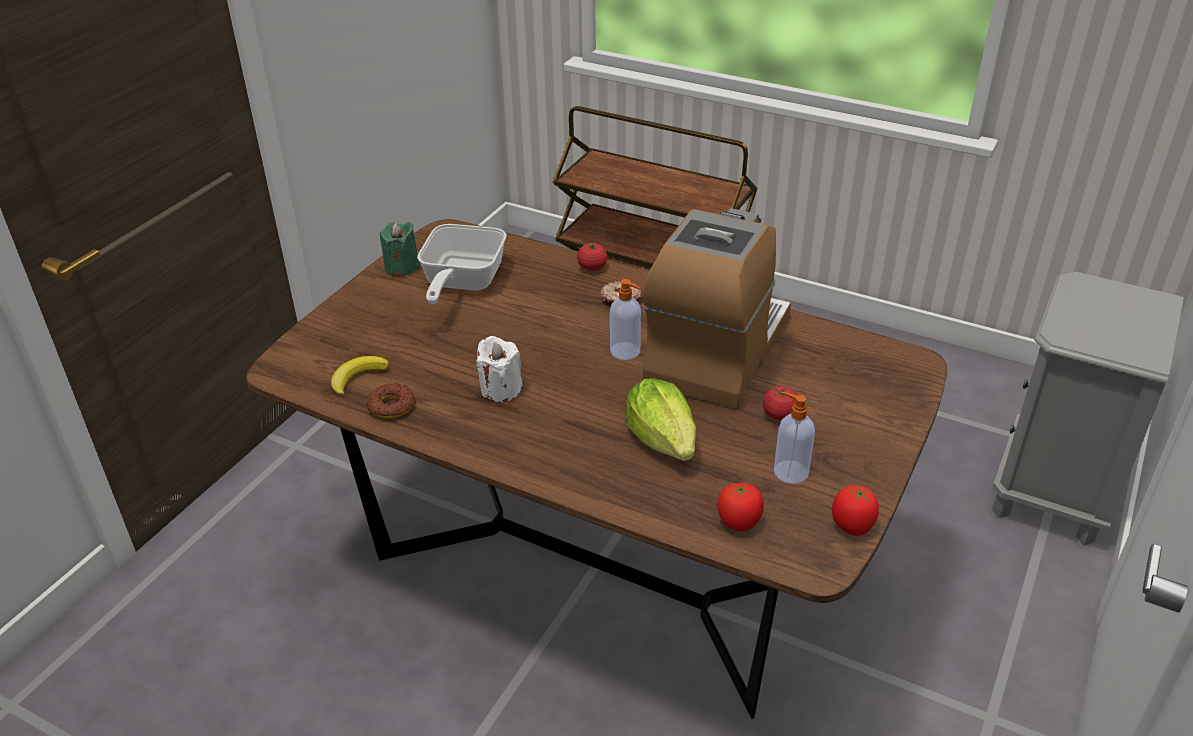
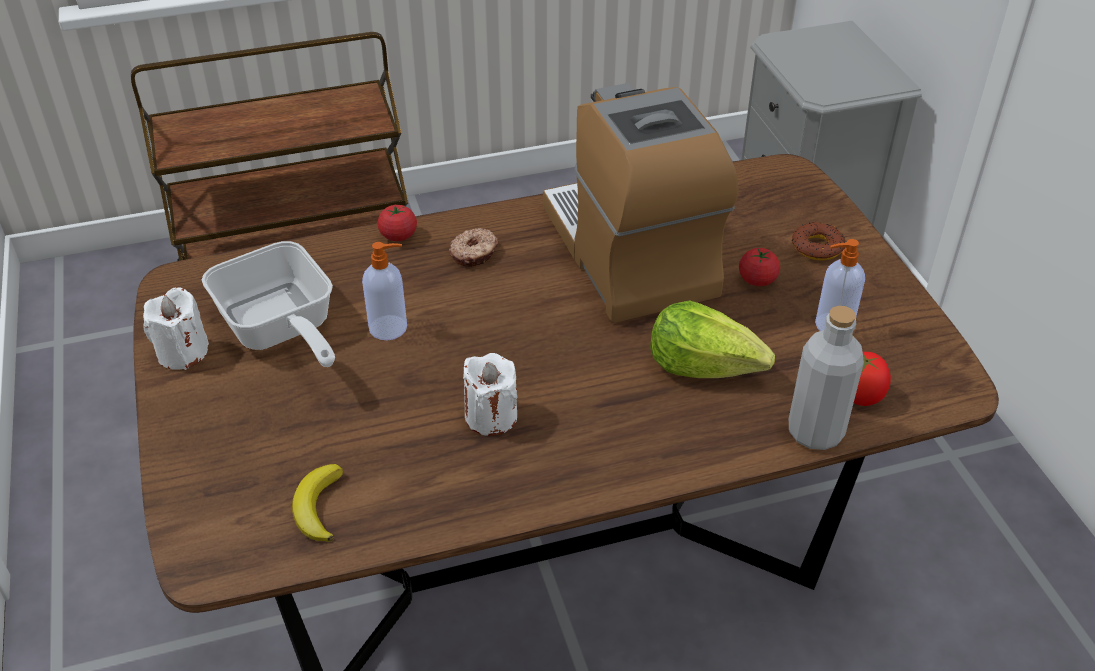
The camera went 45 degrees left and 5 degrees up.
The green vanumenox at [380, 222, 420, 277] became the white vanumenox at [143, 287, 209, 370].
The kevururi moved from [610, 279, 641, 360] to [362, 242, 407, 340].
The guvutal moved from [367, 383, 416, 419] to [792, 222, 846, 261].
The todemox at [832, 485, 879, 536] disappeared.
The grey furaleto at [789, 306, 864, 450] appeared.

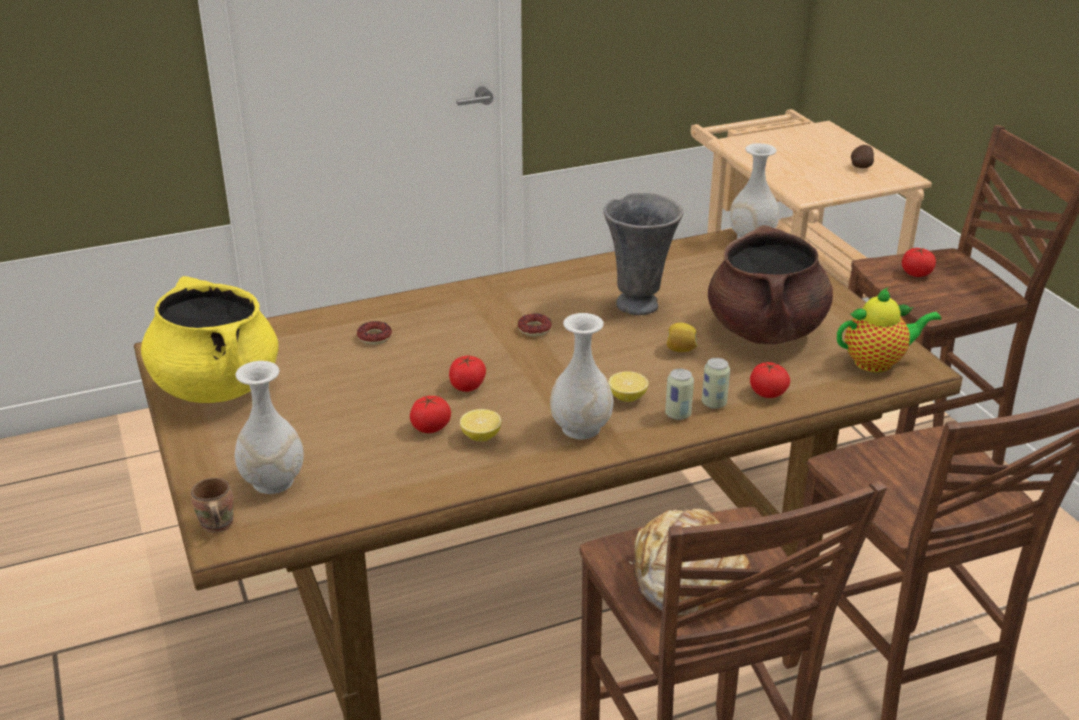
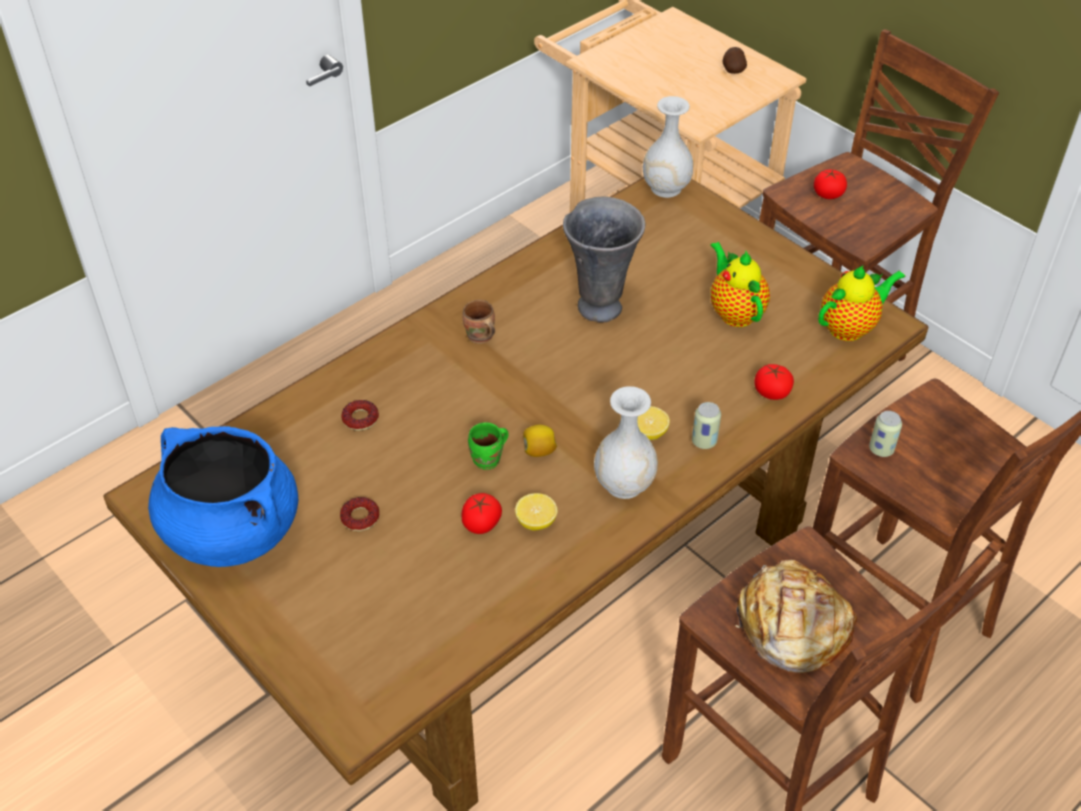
The camera went 20 degrees left and 15 degrees up.
The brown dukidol at [708, 225, 833, 344] was replaced by the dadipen at [711, 242, 770, 327].
The yellow dukidol at [141, 276, 279, 403] became the blue dukidol at [148, 426, 298, 567].
The guvutal moved from [518, 313, 552, 337] to [340, 497, 380, 531].
The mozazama moved from [666, 323, 698, 352] to [523, 425, 557, 457].
The todemox at [449, 356, 486, 392] was replaced by the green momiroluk at [468, 422, 509, 470].
The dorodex moved from [702, 358, 730, 409] to [869, 411, 902, 457].
The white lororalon at [235, 361, 304, 494] disappeared.
The brown momiroluk moved from [191, 478, 234, 533] to [462, 300, 495, 344].

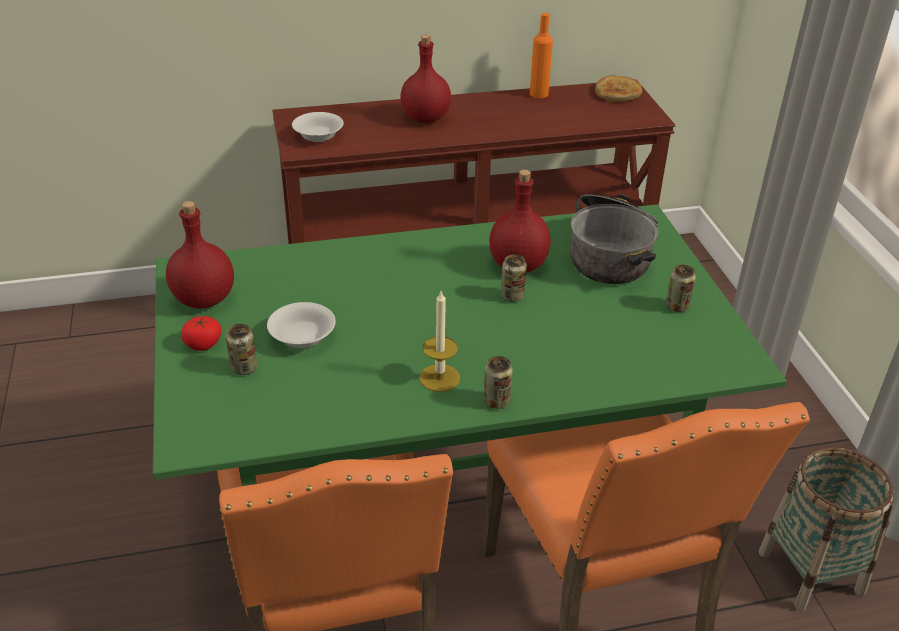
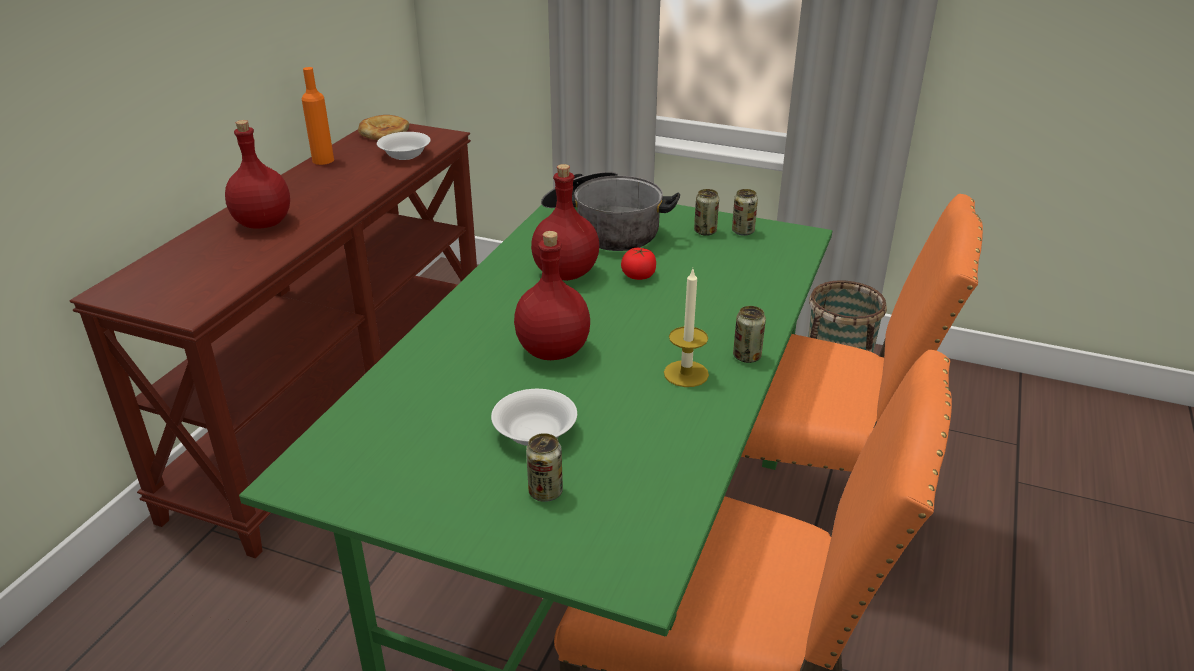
The camera went 55 degrees left and 5 degrees down.
The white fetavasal moved from [292, 112, 344, 142] to [377, 132, 431, 160].
The red furaleto moved from [166, 201, 234, 309] to [514, 231, 590, 360].
The dorodex moved from [501, 255, 527, 302] to [732, 189, 758, 236].
The todemox moved from [181, 316, 221, 351] to [621, 247, 656, 280].

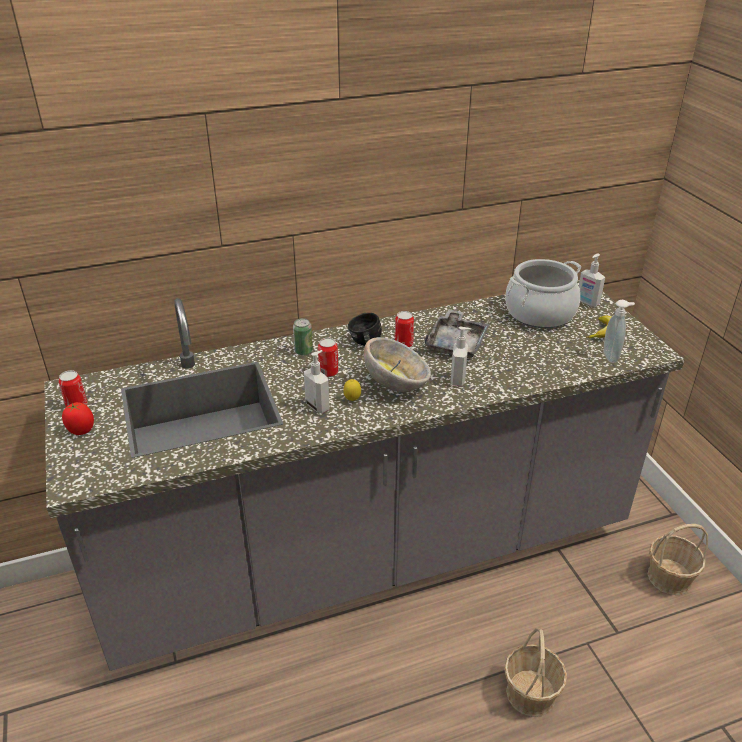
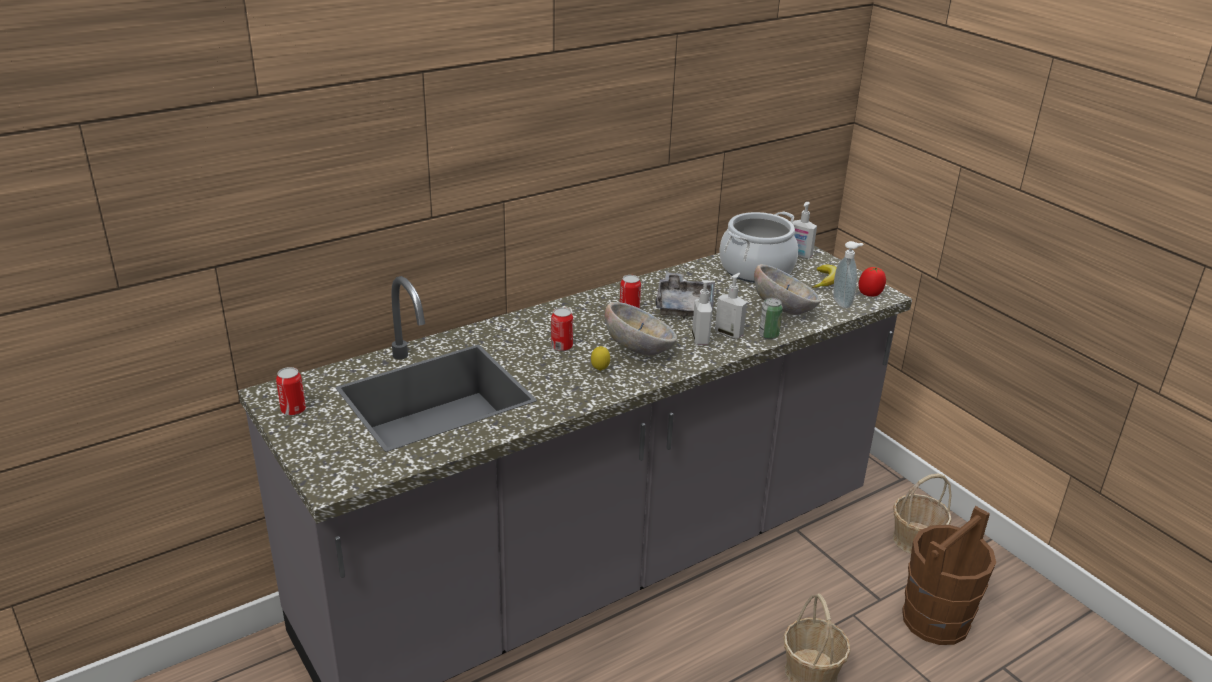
The camera went 15 degrees left and 5 degrees down.
The black momiroluk at [348, 313, 382, 346] disappeared.
The dorodex moved from [293, 318, 313, 356] to [759, 298, 783, 339].
The kevururi moved from [304, 350, 330, 413] to [715, 273, 747, 339].
The todemox moved from [62, 402, 94, 435] to [859, 267, 886, 297].
The fetavasal at [754, 264, 821, 315] appeared.
The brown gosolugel at [902, 506, 996, 645] appeared.

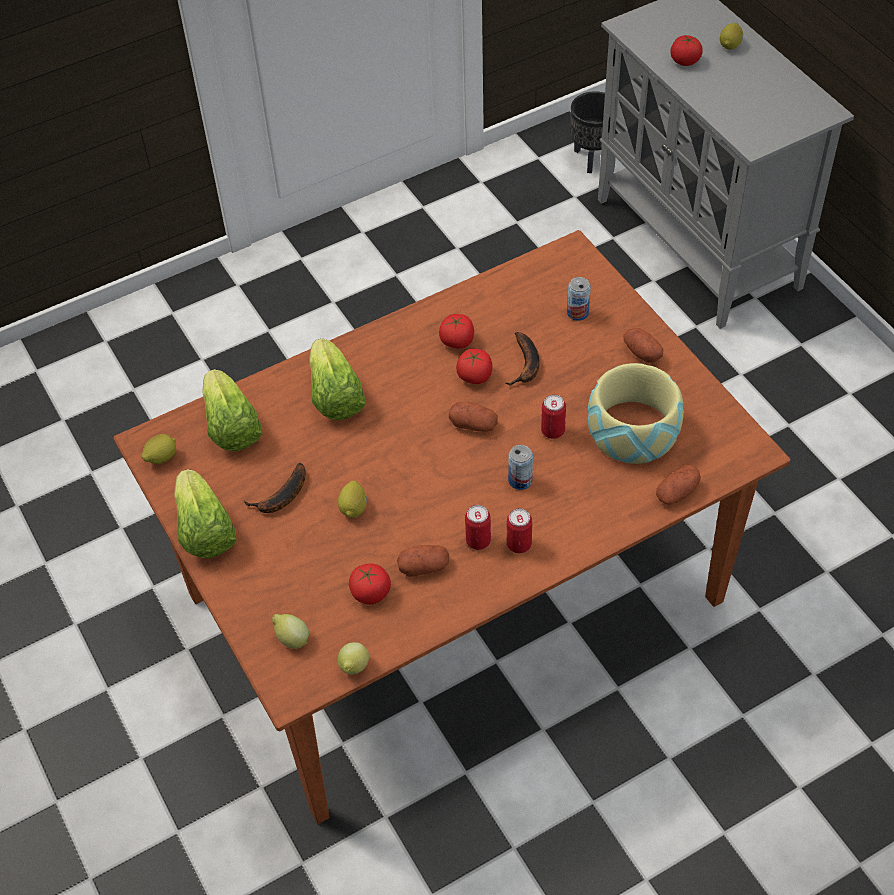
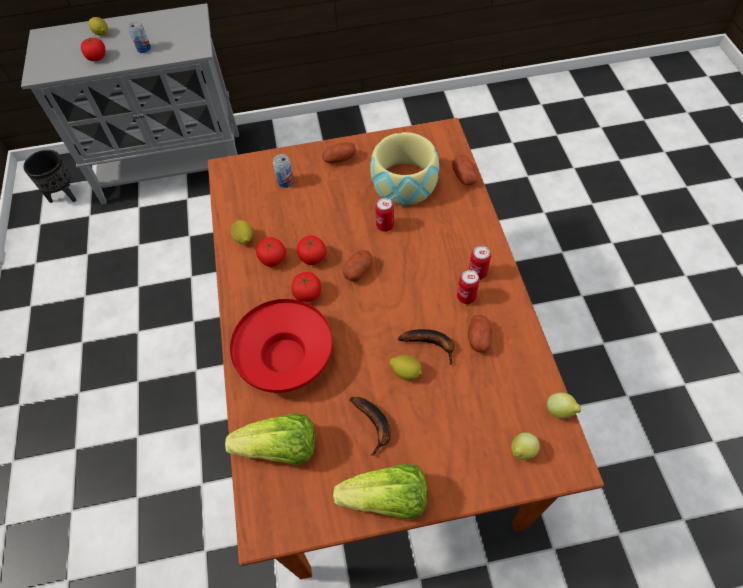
The camera went 70 degrees left and 5 degrees up.
The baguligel moved from [506, 332, 540, 385] to [398, 329, 454, 365].
The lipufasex at [309, 338, 365, 420] was replaced by the red fetavasal at [230, 299, 332, 393].
The mozazama moved from [141, 434, 176, 464] to [231, 220, 253, 244].
The dorodex moved from [508, 445, 533, 490] to [128, 21, 151, 53].
The todemox moved from [349, 564, 391, 605] to [292, 272, 321, 302].

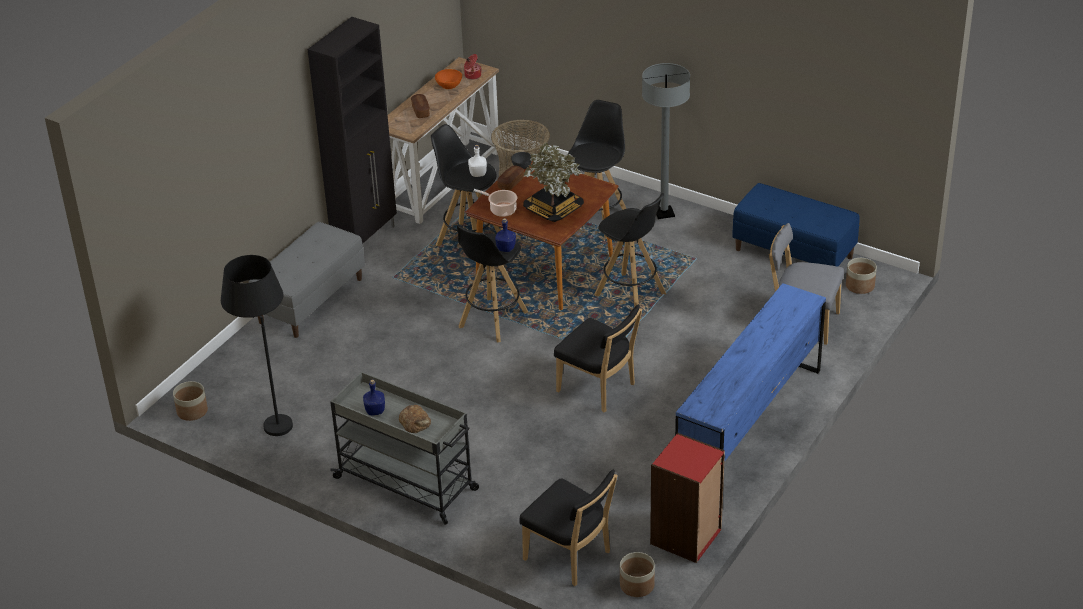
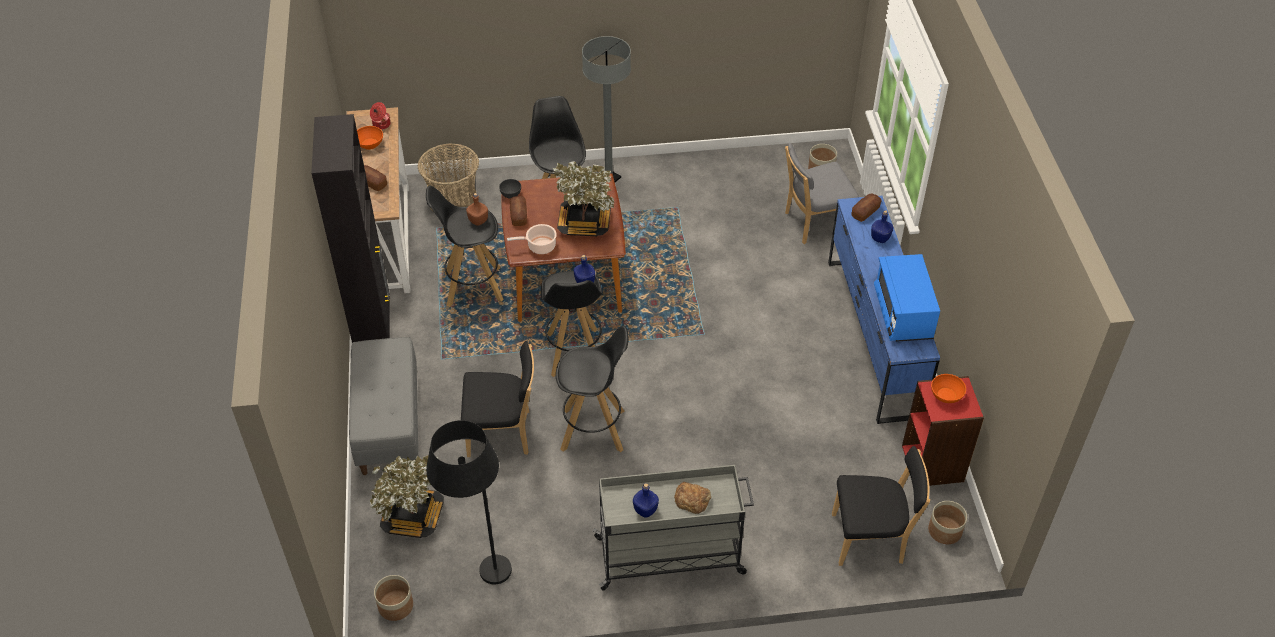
The camera went 40 degrees left and 10 degrees up.
The white furaleto at [468, 145, 487, 177] became the brown furaleto at [466, 193, 488, 226].
The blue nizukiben at [732, 183, 860, 266] disappeared.
The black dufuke moved from [594, 193, 666, 307] to [556, 326, 629, 452].
The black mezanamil moved from [554, 304, 642, 413] to [461, 341, 534, 457].
The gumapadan at [851, 194, 882, 222] appeared.
The blue furaleto at [871, 210, 893, 243] appeared.
The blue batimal at [874, 254, 940, 342] appeared.
The orange fetavasal at [931, 374, 966, 403] appeared.
The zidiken at [370, 455, 444, 538] appeared.

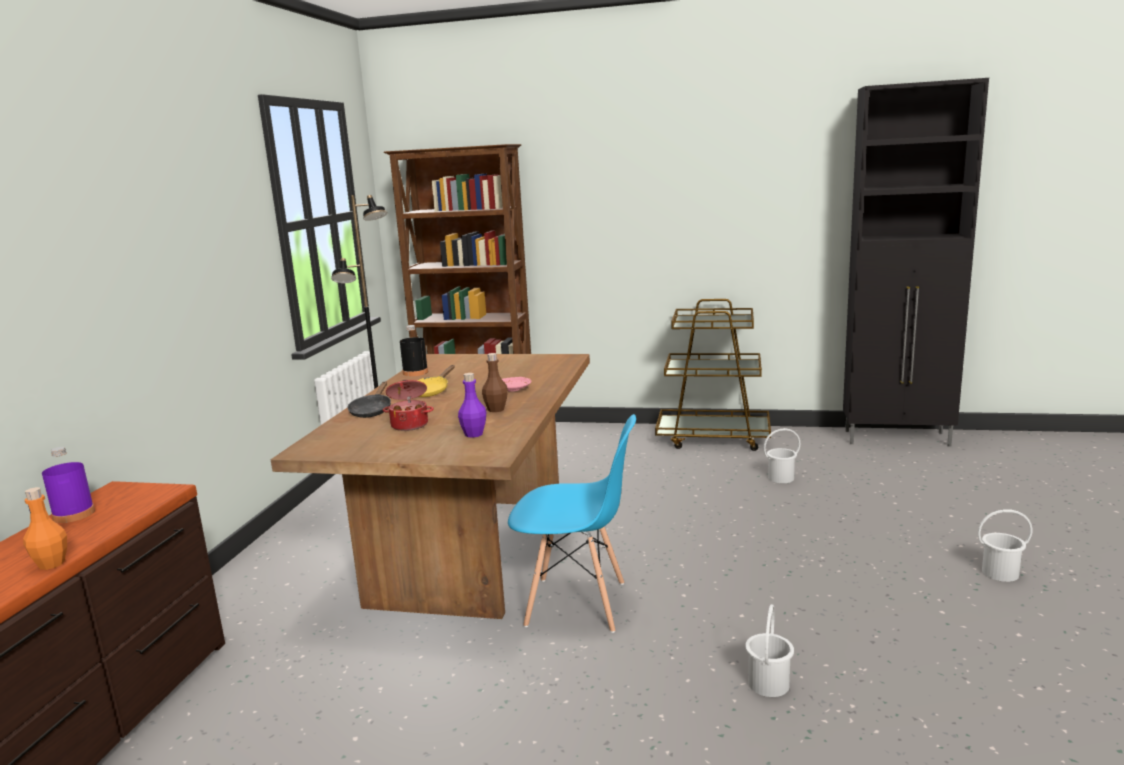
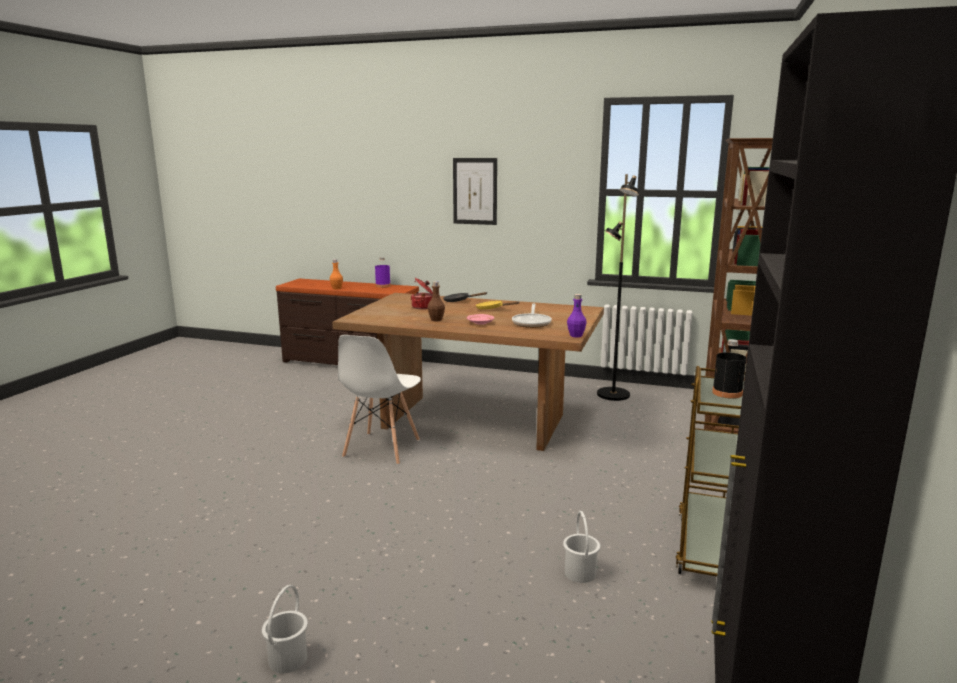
The camera went 95 degrees right and 0 degrees up.
The black furaleto moved from [400, 325, 428, 376] to [712, 339, 746, 399].
The purple furaleto moved from [458, 373, 487, 438] to [567, 294, 587, 337].
The blue mezanamil at [508, 414, 636, 633] became the white mezanamil at [338, 335, 421, 465].
The white gosolugel at [745, 604, 794, 697] disappeared.
The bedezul at [453, 158, 497, 225] appeared.
The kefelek at [512, 304, 552, 328] appeared.

